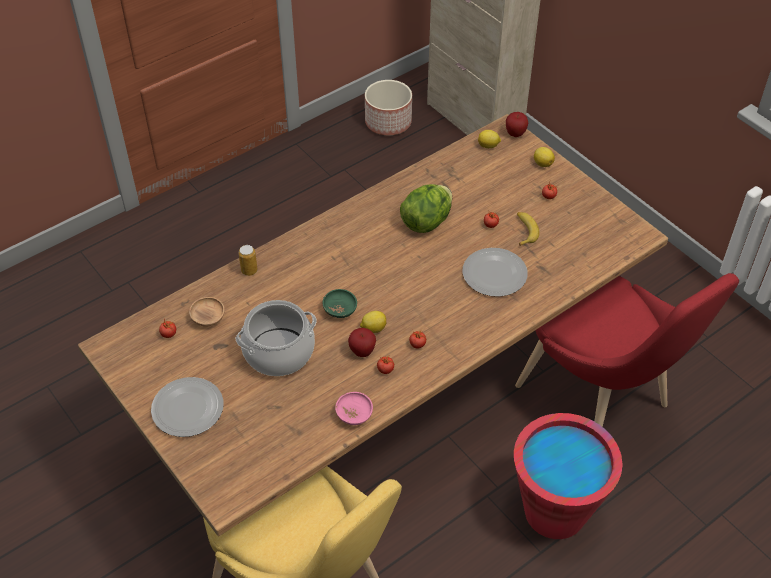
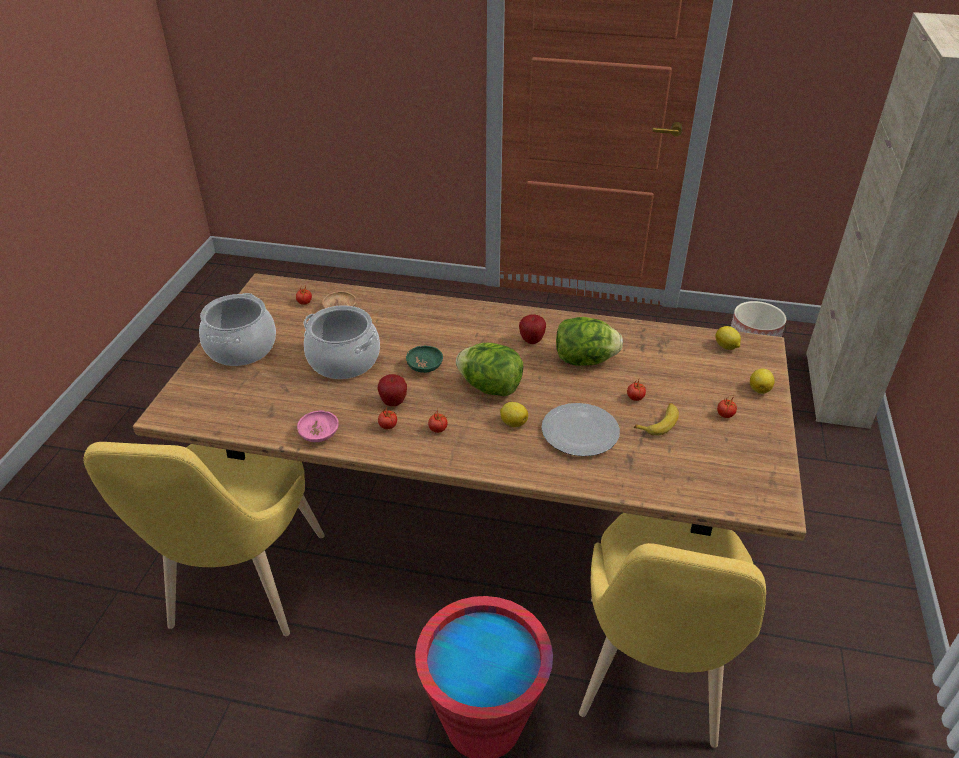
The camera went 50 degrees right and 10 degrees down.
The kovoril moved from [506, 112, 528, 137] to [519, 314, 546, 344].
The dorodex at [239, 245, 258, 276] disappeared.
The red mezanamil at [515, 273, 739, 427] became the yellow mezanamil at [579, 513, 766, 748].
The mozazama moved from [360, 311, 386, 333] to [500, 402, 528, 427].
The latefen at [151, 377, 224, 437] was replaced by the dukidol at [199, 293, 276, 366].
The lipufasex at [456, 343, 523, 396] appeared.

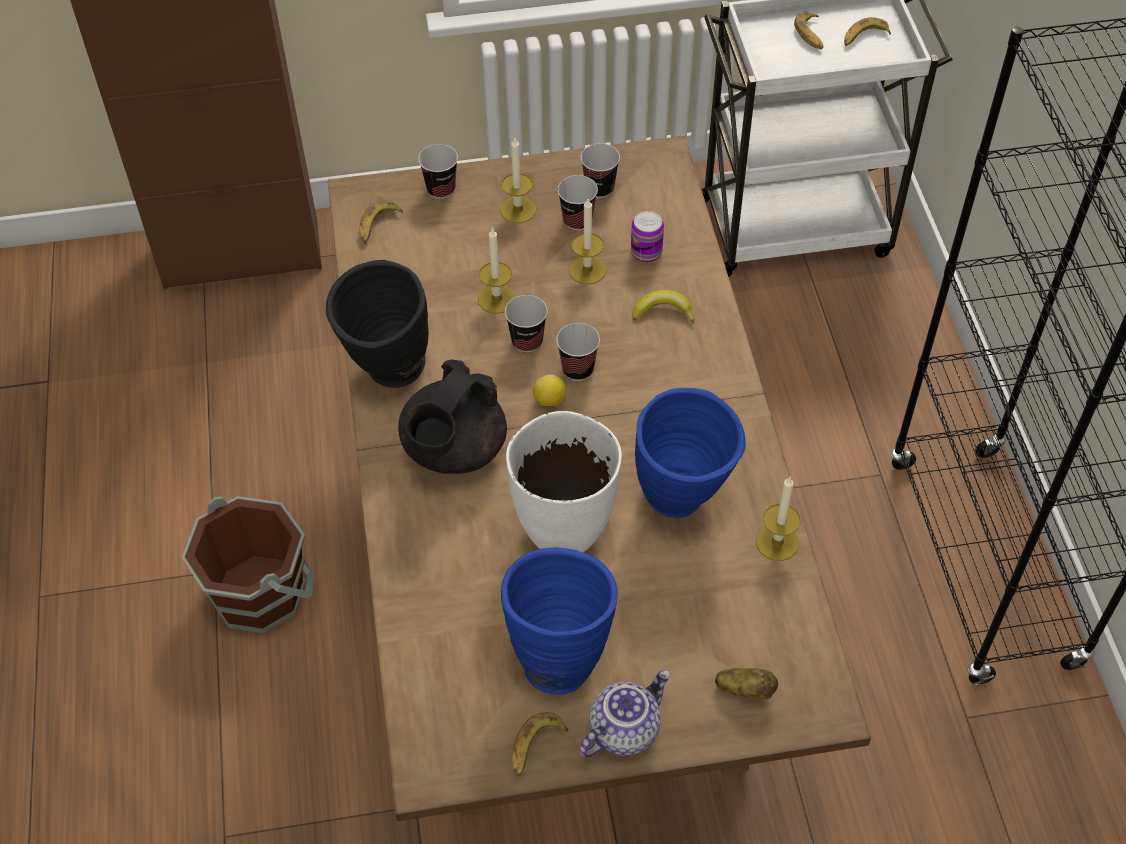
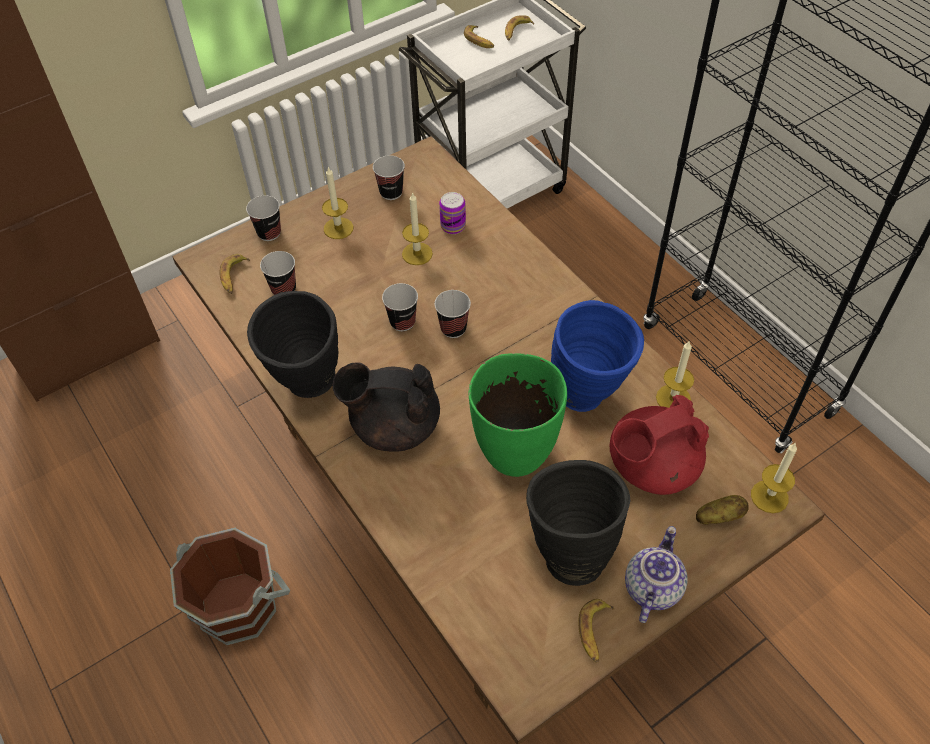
The camera went 25 degrees left and 0 degrees up.
The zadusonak moved from [558, 175, 598, 231] to [260, 251, 296, 295].
The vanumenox moved from [478, 227, 516, 314] to [751, 442, 797, 513].
The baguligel at [632, 290, 694, 324] disappeared.
The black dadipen at [398, 360, 507, 474] turned 90 degrees clockwise.
The mozazama at [533, 374, 566, 406] disappeared.
The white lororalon at [506, 411, 622, 552] became the green lororalon at [469, 353, 567, 477].
The blue lororalon at [501, 547, 618, 695] became the black lororalon at [526, 460, 630, 586].
The red dadipen at [610, 395, 709, 495] appeared.

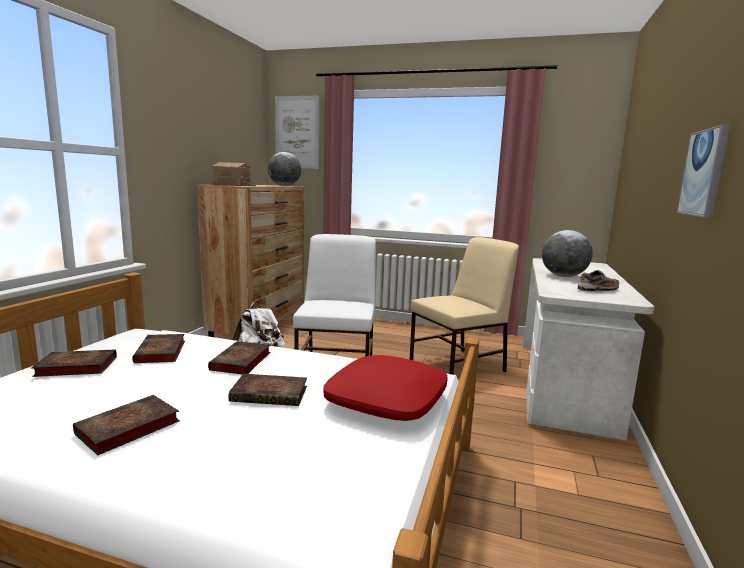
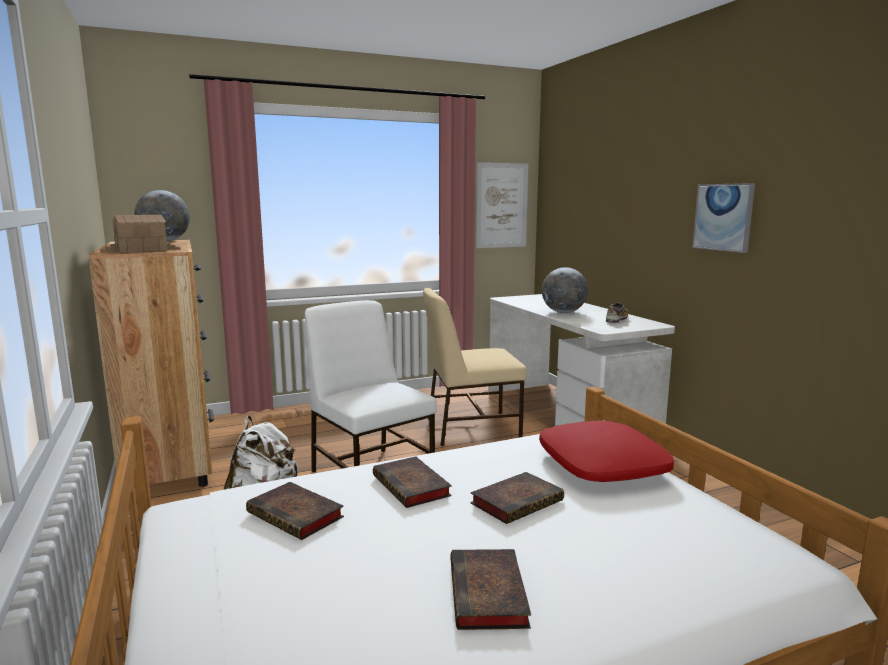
The camera went 40 degrees left and 0 degrees up.
The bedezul moved from [275, 96, 319, 169] to [476, 162, 528, 248].
The beige mezanamil at [410, 237, 519, 375] turned 120 degrees counterclockwise.
The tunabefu at [31, 349, 117, 377] disappeared.

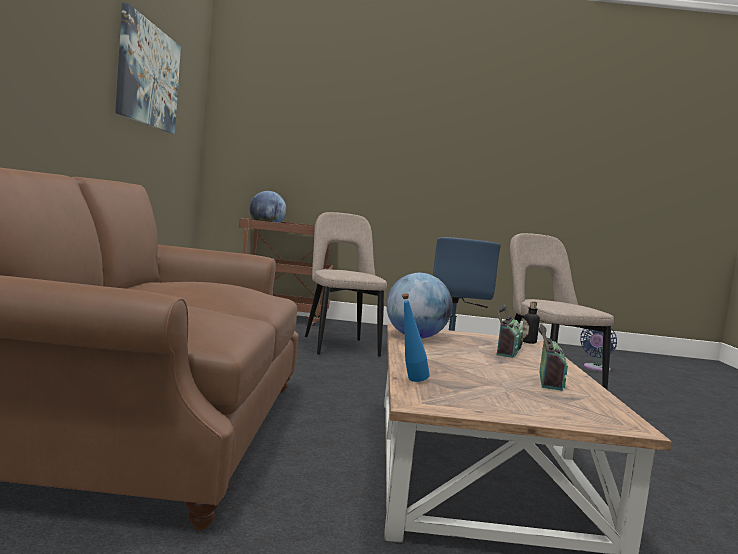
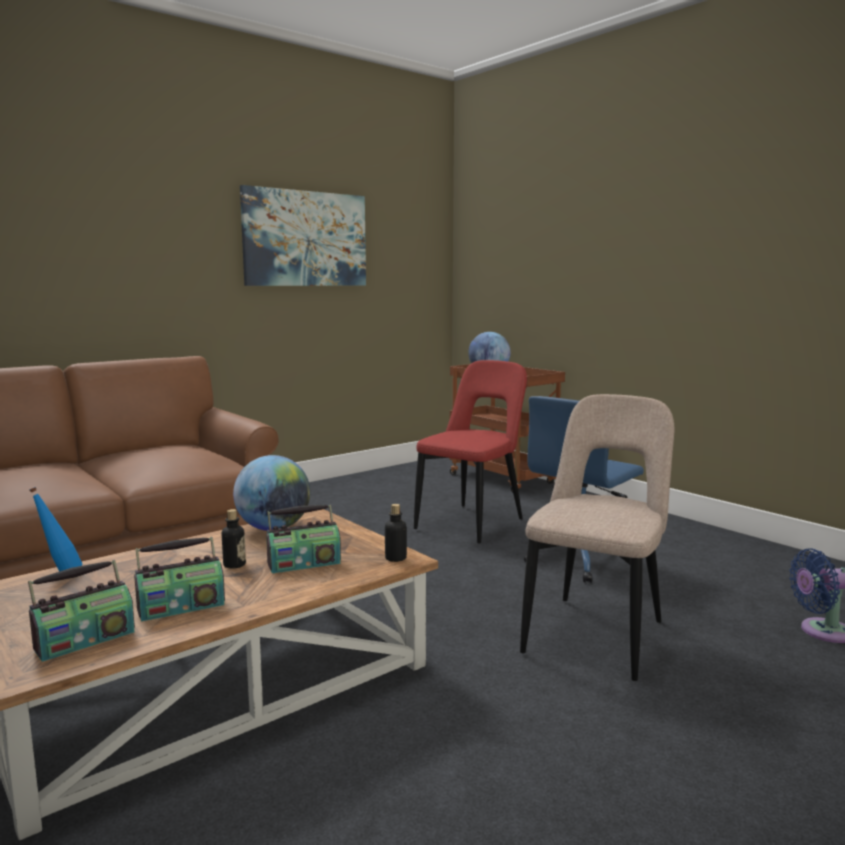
The camera went 50 degrees right and 5 degrees up.
The beige mezanamil at [305, 212, 387, 357] became the red mezanamil at [414, 360, 527, 543].
The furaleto at [222, 509, 246, 569] appeared.
The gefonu at [28, 560, 135, 662] appeared.

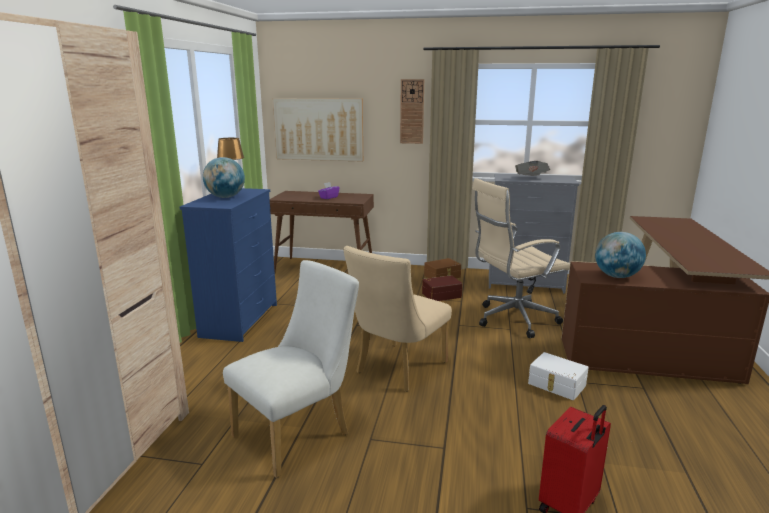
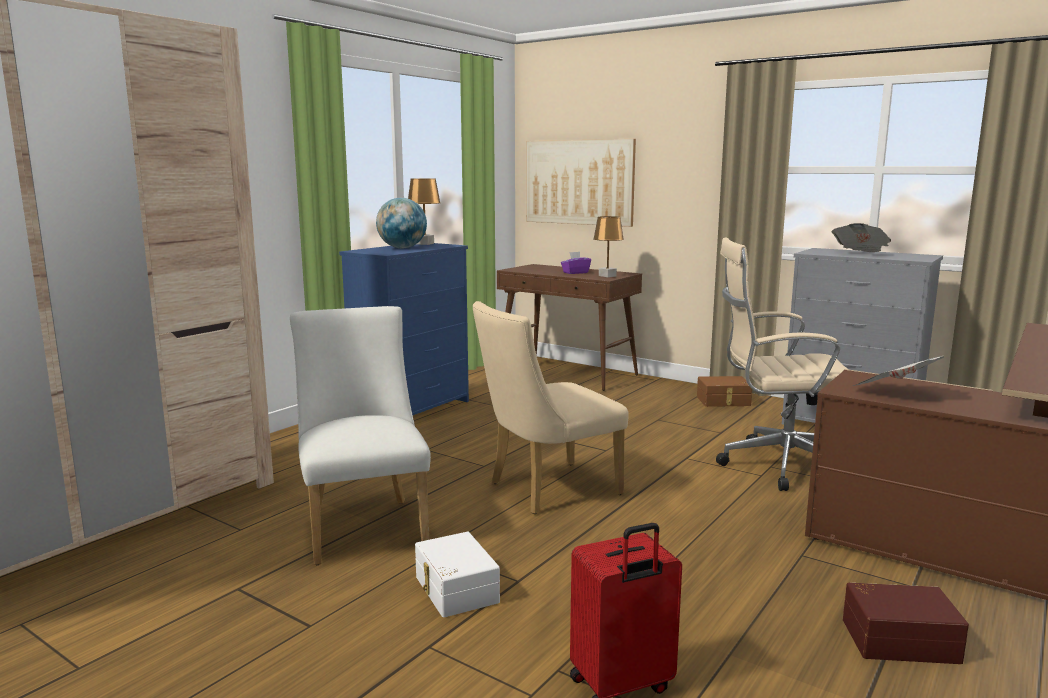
The camera went 25 degrees right and 5 degrees down.
The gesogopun at [400, 79, 424, 144] disappeared.
The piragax at [595, 232, 646, 278] was replaced by the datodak at [853, 356, 944, 386].
The white mezanamil at [223, 260, 359, 478] turned 90 degrees counterclockwise.
The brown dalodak moved from [422, 275, 462, 301] to [843, 583, 969, 664].
The white dalodak moved from [528, 352, 589, 400] to [415, 532, 500, 617].
The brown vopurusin at [593, 216, 624, 277] appeared.

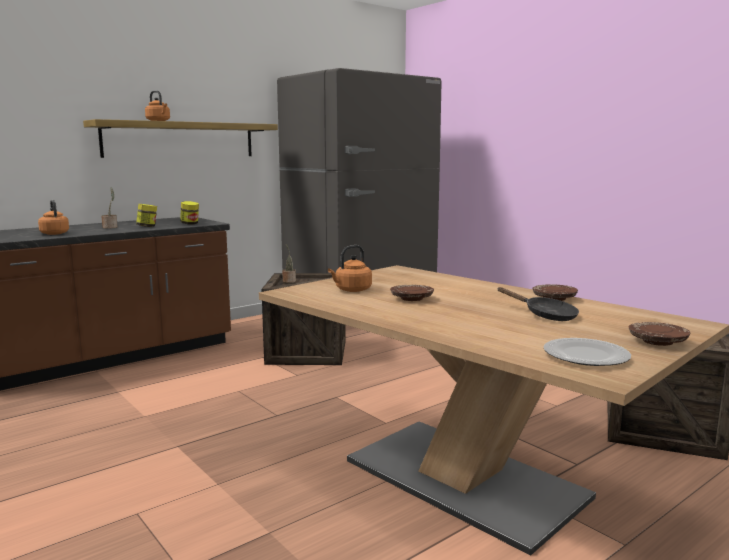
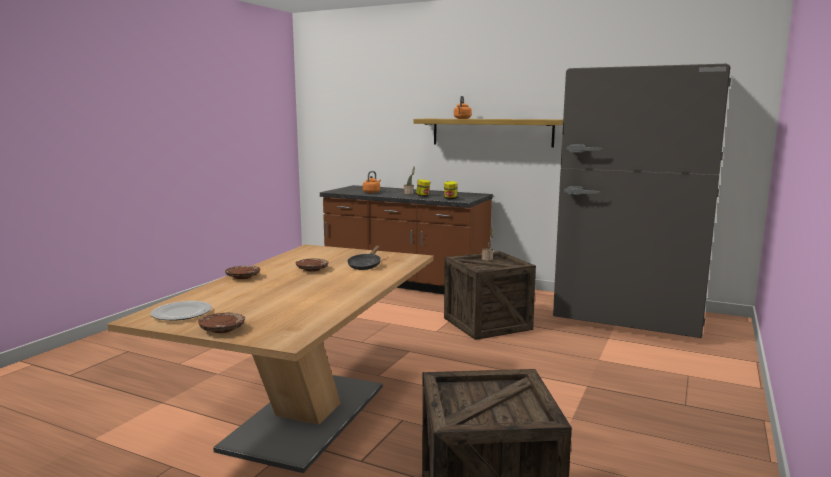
The camera went 65 degrees right and 0 degrees up.
The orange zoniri at [328, 245, 372, 292] disappeared.
The brown latefen moved from [532, 284, 578, 301] to [225, 266, 260, 279].
The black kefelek moved from [497, 287, 579, 321] to [347, 245, 381, 270].

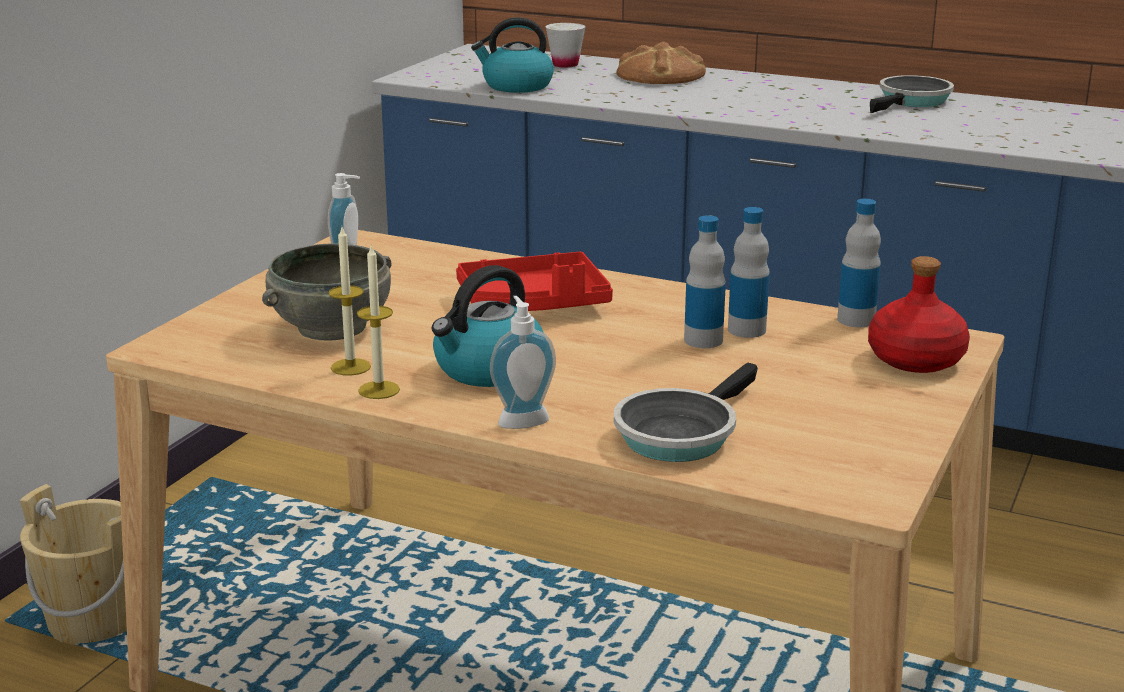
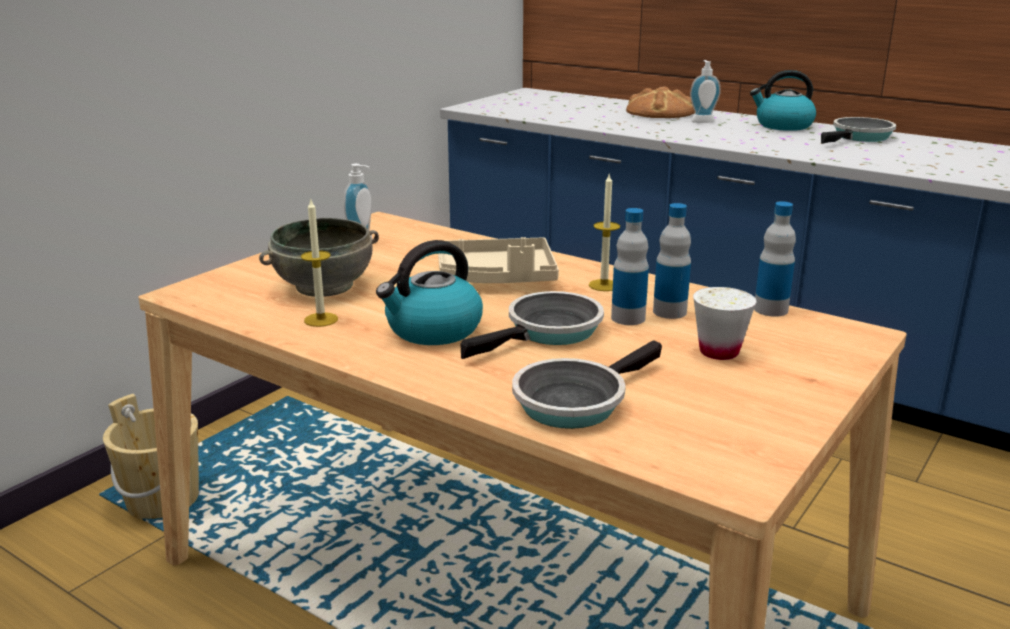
The camera went 10 degrees right and 0 degrees up.
The zoniri moved from [471, 17, 554, 93] to [750, 70, 816, 131].
The white zadusonak moved from [546, 23, 586, 68] to [693, 287, 756, 360].
The vanumenox moved from [357, 244, 400, 399] to [589, 174, 620, 291].
The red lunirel at [456, 252, 613, 311] became the beige lunirel at [438, 237, 559, 283].
The red furaleto at [868, 256, 970, 373] disappeared.
The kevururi moved from [490, 296, 556, 429] to [690, 60, 721, 123].
The kefelek at [460, 291, 604, 359] appeared.

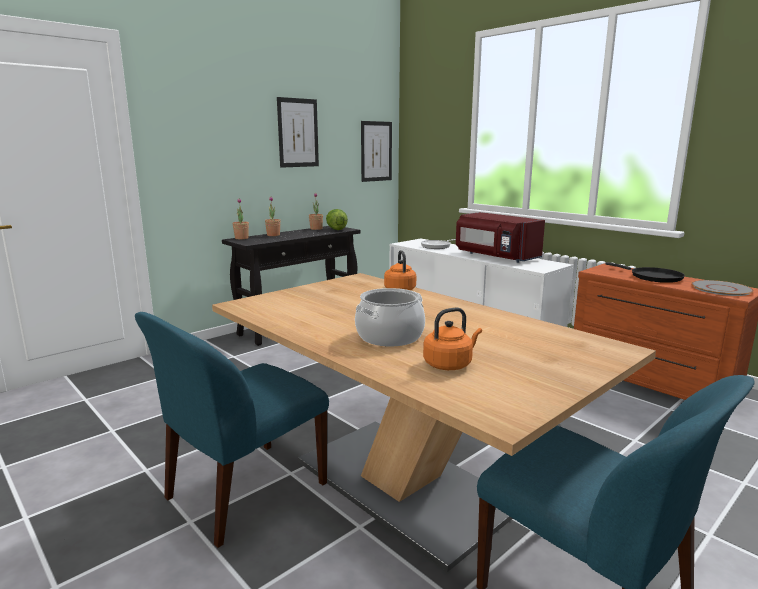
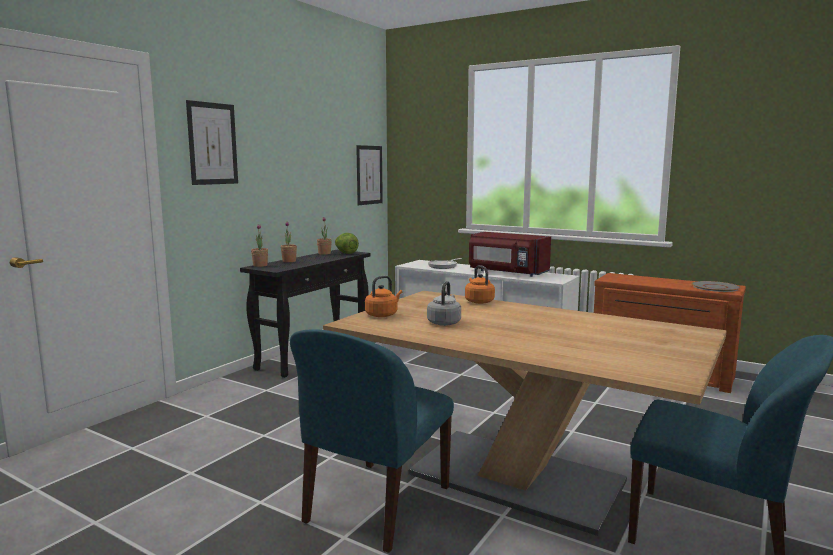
The camera went 15 degrees left and 5 degrees down.
The bedezul moved from [277, 97, 319, 168] to [186, 100, 238, 185].
The black kefelek at [605, 262, 685, 283] disappeared.
The dukidol at [355, 288, 425, 347] disappeared.
The orange zoniri moved from [423, 307, 482, 370] to [365, 276, 402, 317].
The grey zoniri at [427, 281, 461, 326] appeared.

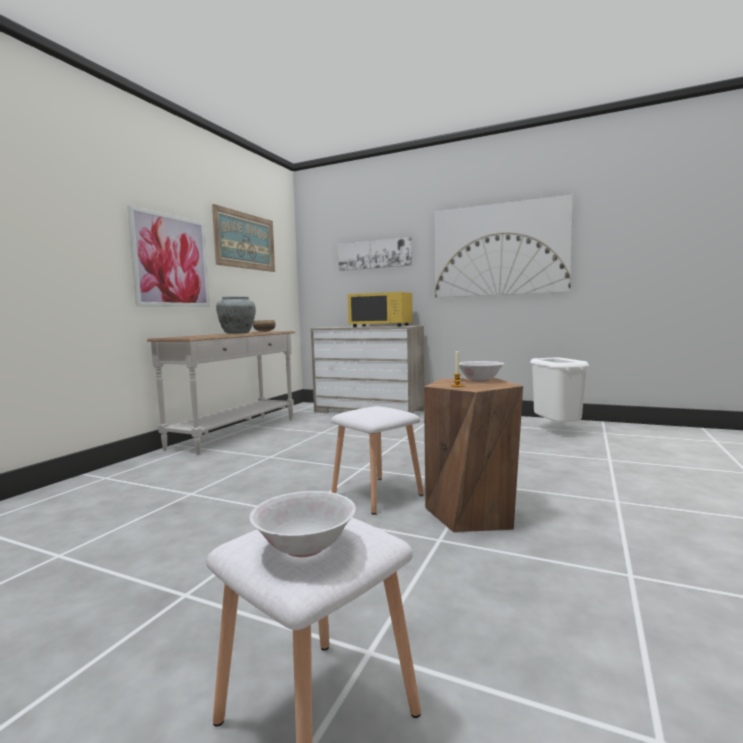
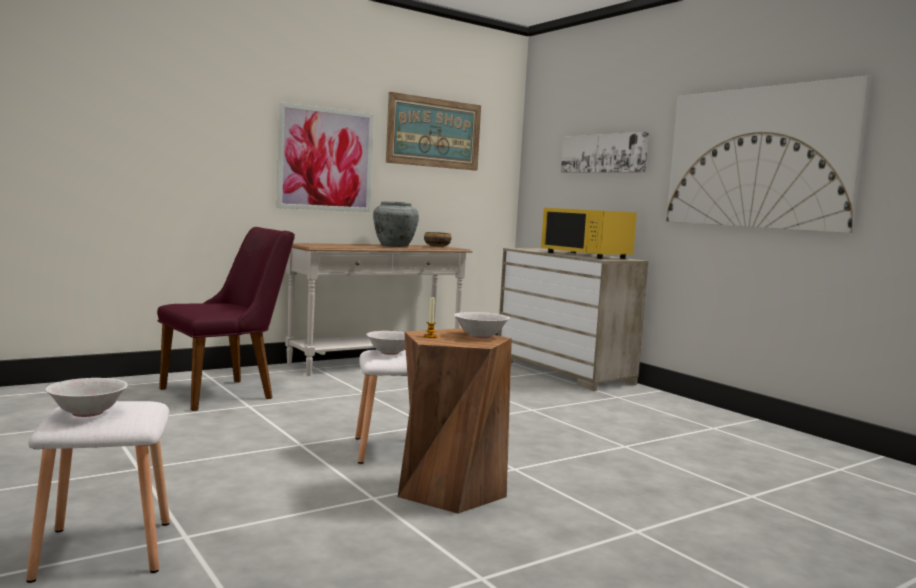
The camera went 30 degrees right and 0 degrees up.
The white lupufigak at [530, 358, 589, 423] disappeared.
The purple mezanamil at [157, 227, 295, 411] appeared.
The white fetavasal at [366, 331, 406, 355] appeared.

